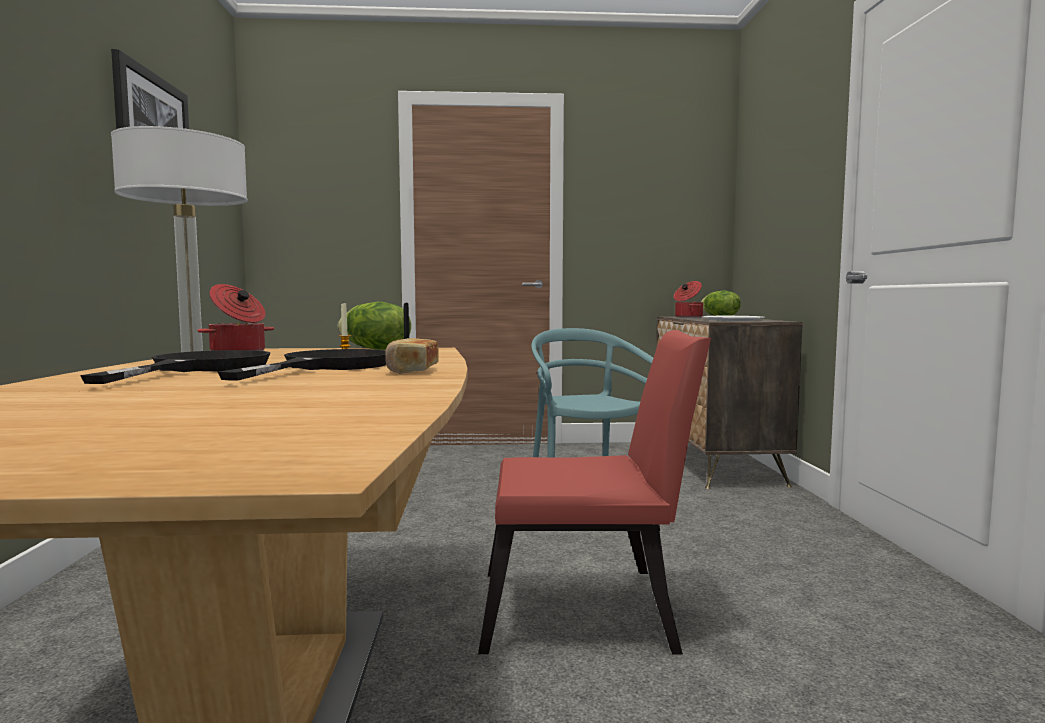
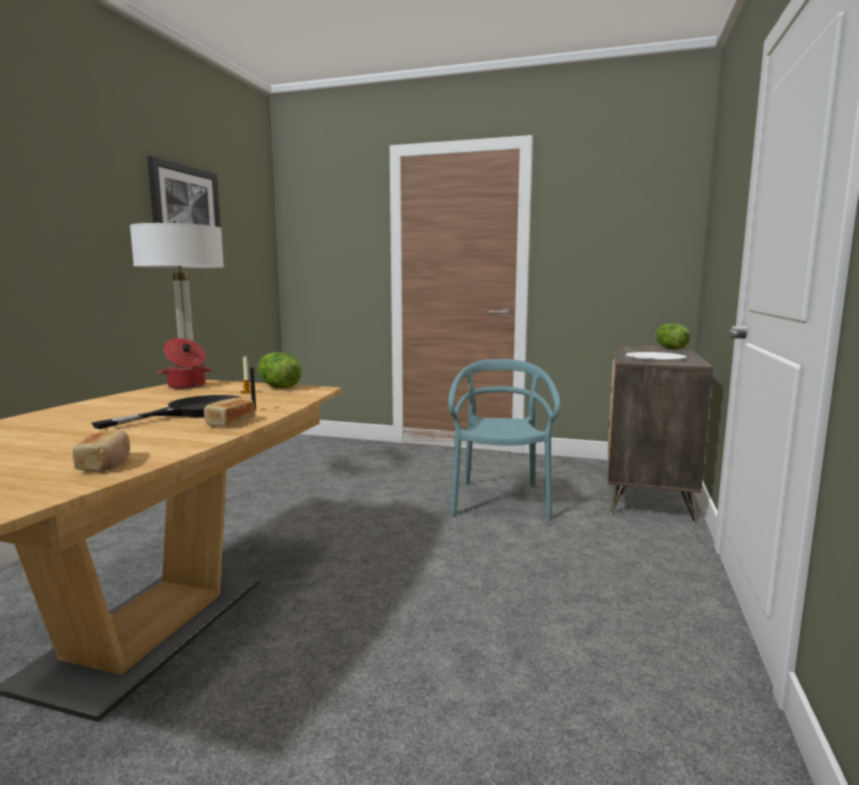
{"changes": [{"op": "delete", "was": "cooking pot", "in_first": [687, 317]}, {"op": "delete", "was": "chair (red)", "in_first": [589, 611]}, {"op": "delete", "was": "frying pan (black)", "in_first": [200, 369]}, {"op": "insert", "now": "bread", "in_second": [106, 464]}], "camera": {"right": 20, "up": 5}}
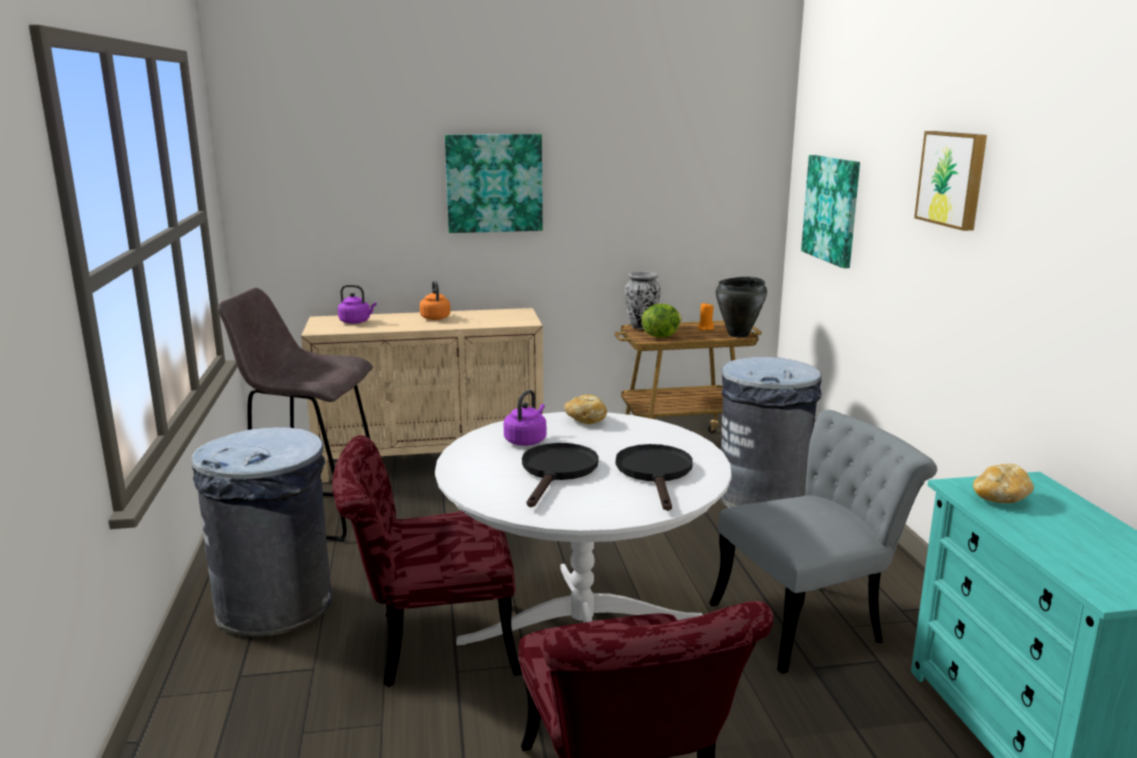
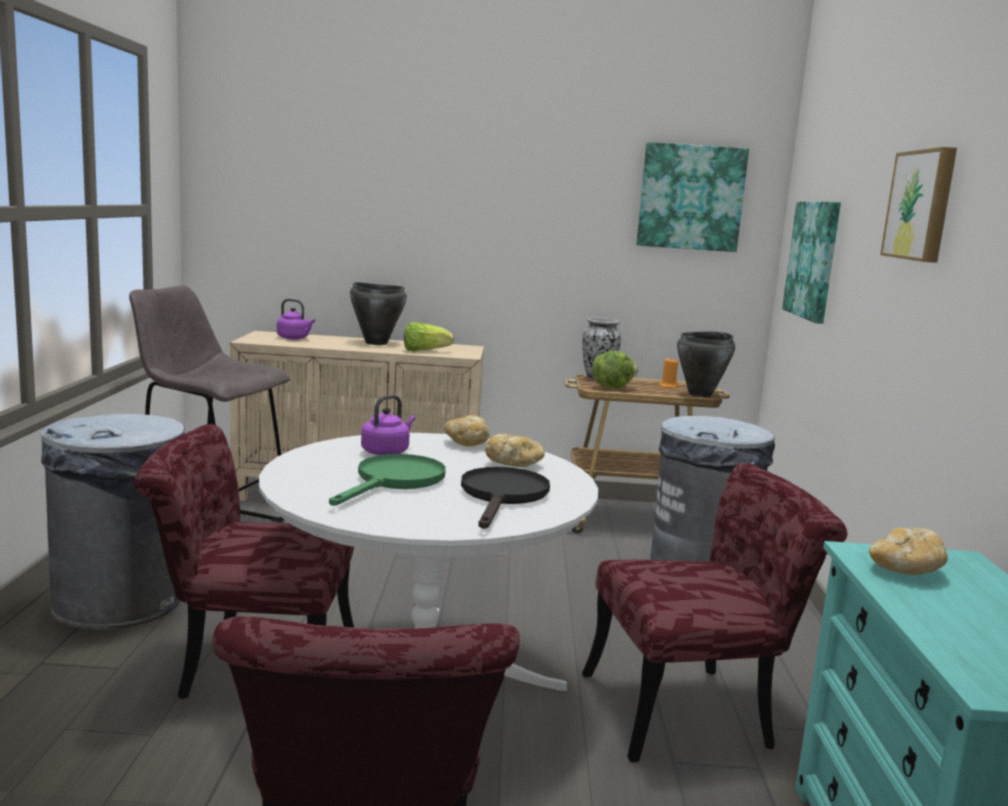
{"changes": [{"op": "move", "was": "picture", "in_first": [494, 183], "in_second": [691, 197]}, {"op": "replace", "was": "kettle (orange)", "now": "cooking pot (black)", "in_first": [435, 317], "in_second": [376, 343]}, {"op": "recolor", "was": "chair (grey)", "now": "chair (red)", "in_first": [810, 620], "in_second": [695, 710]}, {"op": "recolor", "was": "frying pan (black)", "now": "frying pan (green)", "in_first": [557, 472], "in_second": [394, 481]}, {"op": "insert", "now": "lettuce", "in_second": [424, 351]}, {"op": "insert", "now": "bread", "in_second": [514, 464]}], "camera": {"right": 10, "up": -5}}
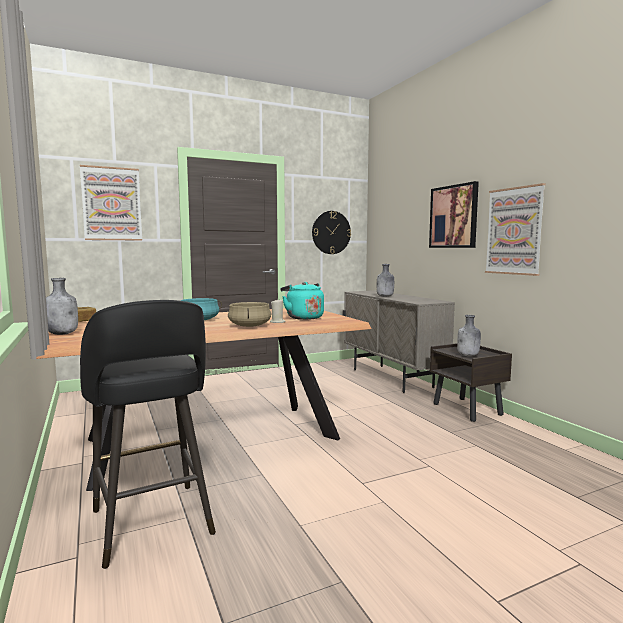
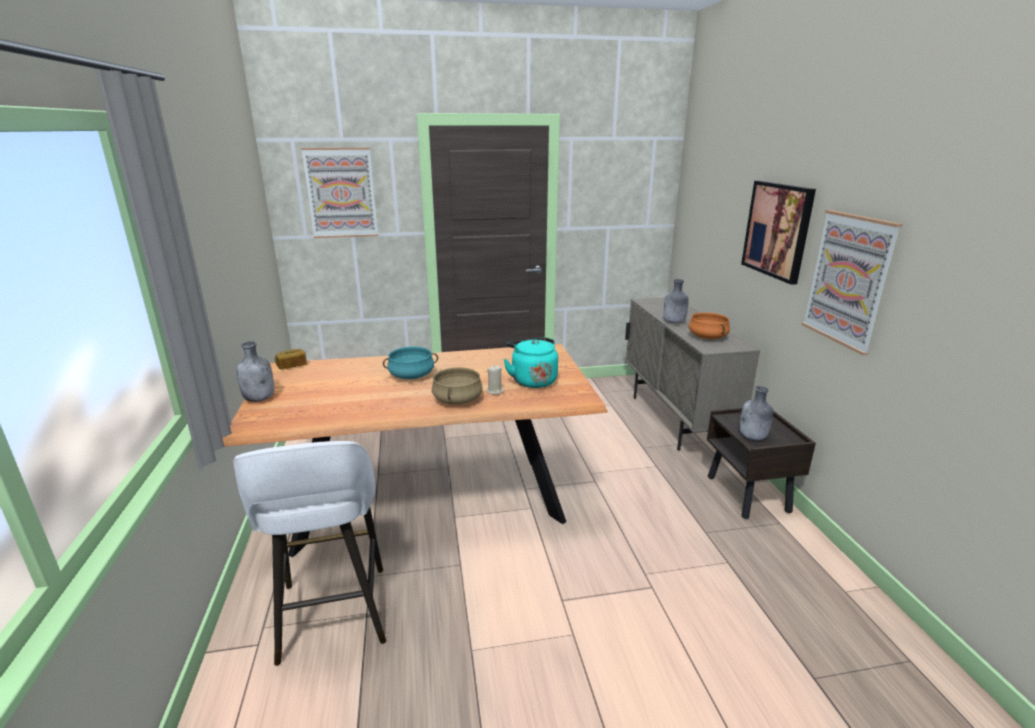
{"changes": [{"op": "delete", "was": "wall clock", "in_first": [331, 232]}, {"op": "recolor", "was": "stool (black)", "now": "stool (white)", "in_first": [152, 524], "in_second": [333, 616]}, {"op": "insert", "now": "cooking pot (orange)", "in_second": [707, 337]}], "camera": {"right": 15, "up": 15}}
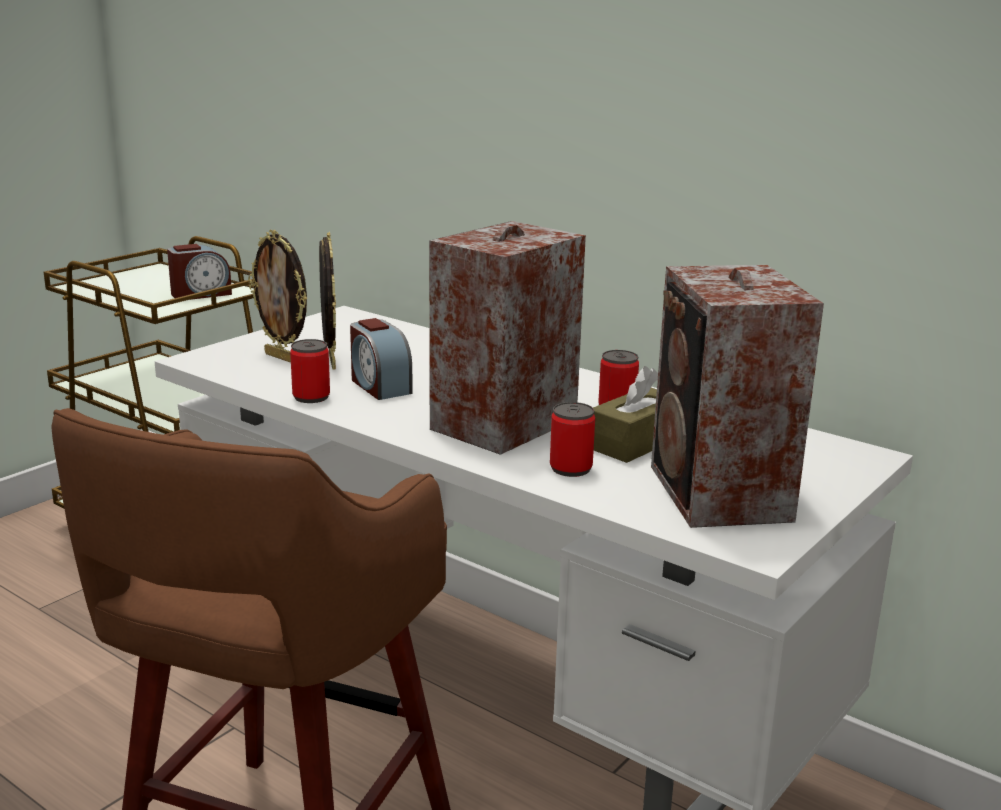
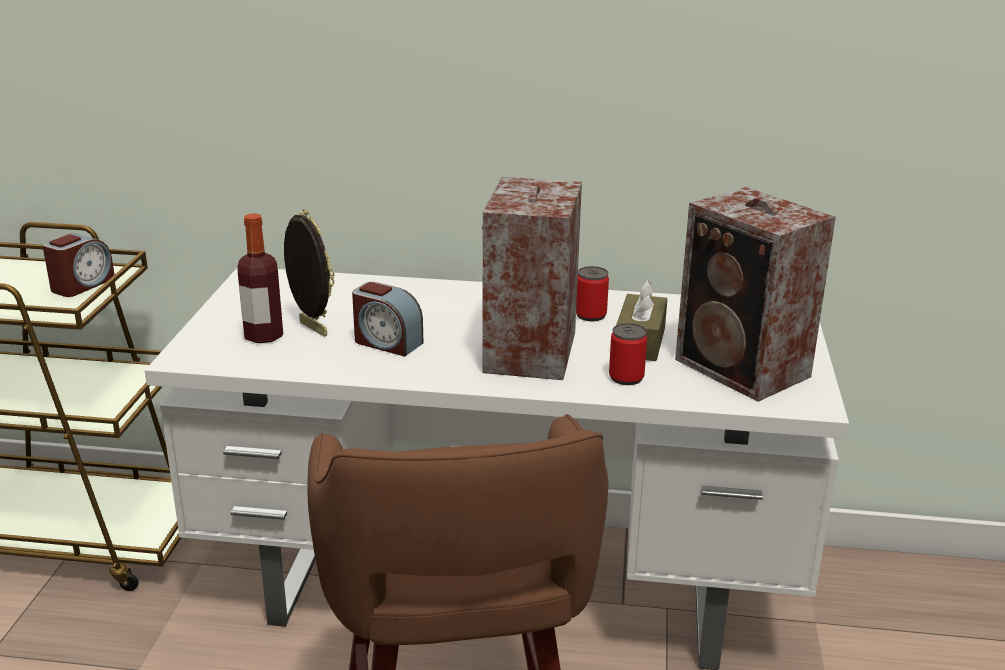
{"changes": [{"op": "replace", "was": "picture frame", "now": "bottle", "in_first": [283, 358], "in_second": [263, 336]}, {"op": "delete", "was": "can", "in_first": [311, 397]}], "camera": {"right": -30, "up": 5}}
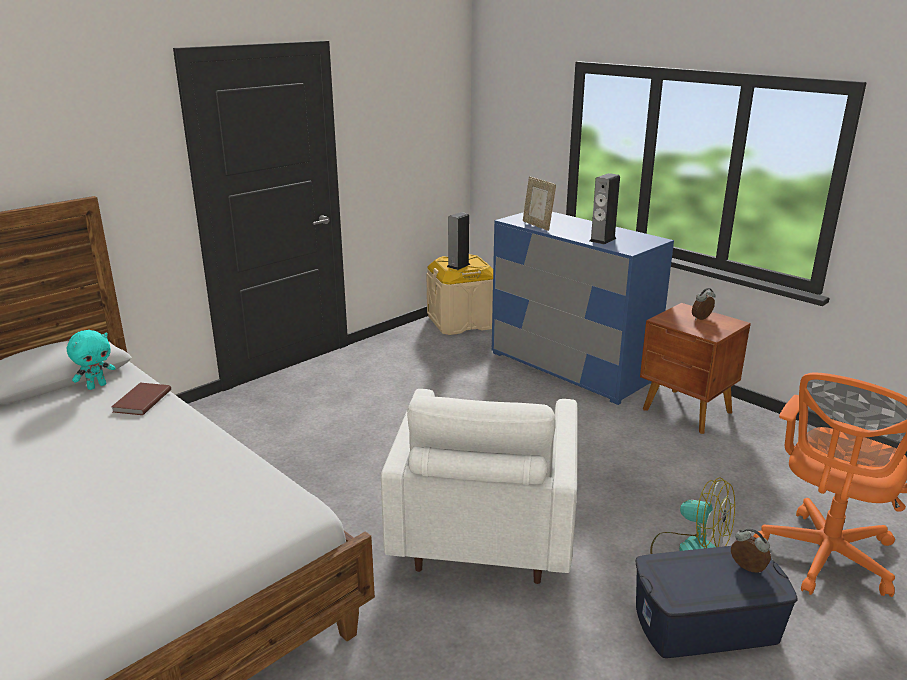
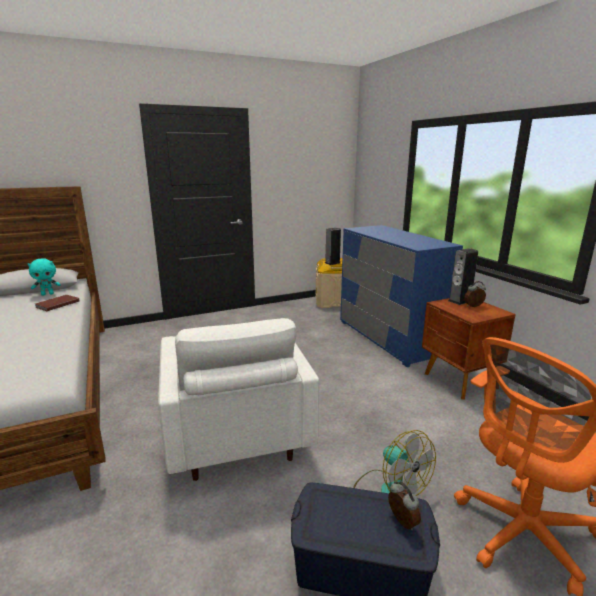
{"changes": [{"op": "move", "was": "speaker", "in_first": [602, 240], "in_second": [460, 301]}, {"op": "delete", "was": "picture frame", "in_first": [537, 225]}, {"op": "rotate", "was": "armchair (white)", "in_first": [482, 536], "in_second": [236, 438], "clockwise": -45}], "camera": {"right": 20, "up": -5}}
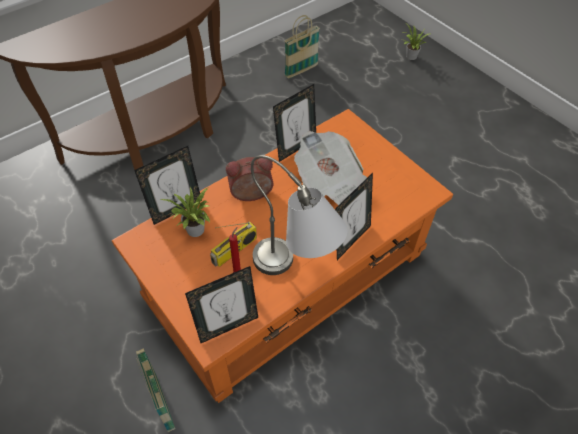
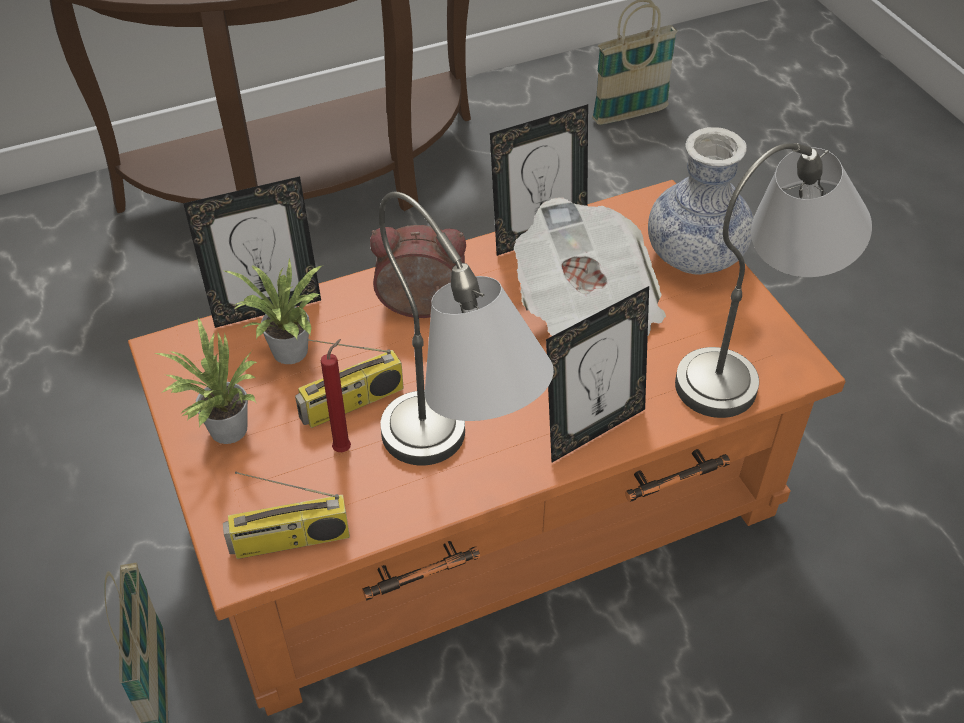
{"changes": [{"op": "move", "was": "potted plant", "in_first": [410, 57], "in_second": [223, 431]}, {"op": "replace", "was": "picture frame", "now": "radio", "in_first": [227, 326], "in_second": [289, 541]}, {"op": "insert", "now": "vase", "in_second": [694, 256]}, {"op": "insert", "now": "table lamp (grey)", "in_second": [755, 360]}], "camera": {"right": 15, "up": -5}}
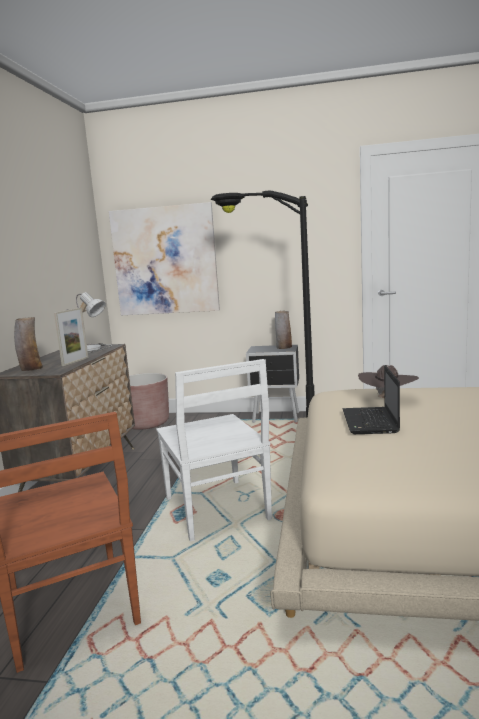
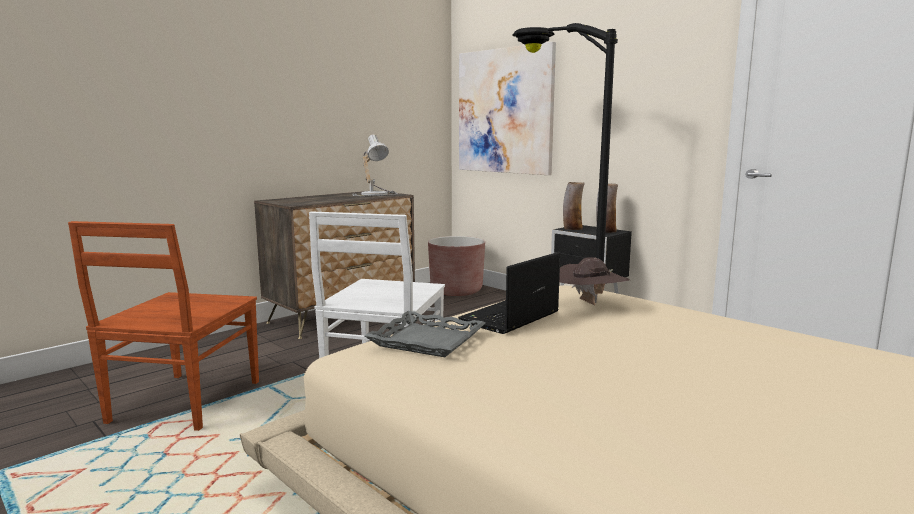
{"changes": [{"op": "delete", "was": "picture frame", "in_first": [75, 361]}, {"op": "move", "was": "vase", "in_first": [31, 369], "in_second": [572, 228]}, {"op": "insert", "now": "tray (grey)", "in_second": [426, 341]}], "camera": {"right": 35, "up": 0}}
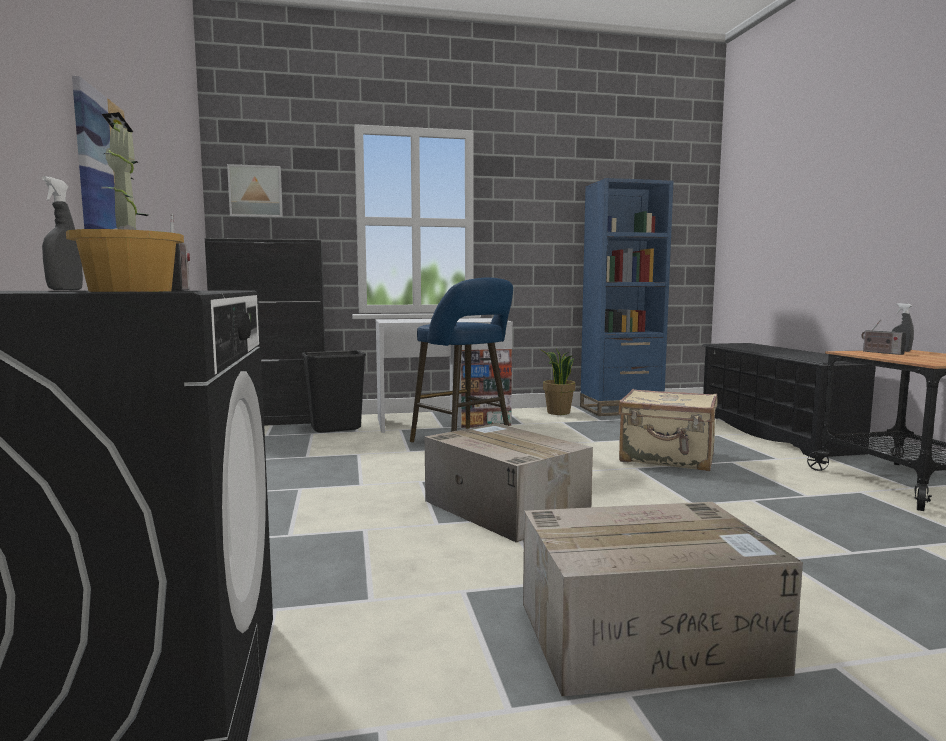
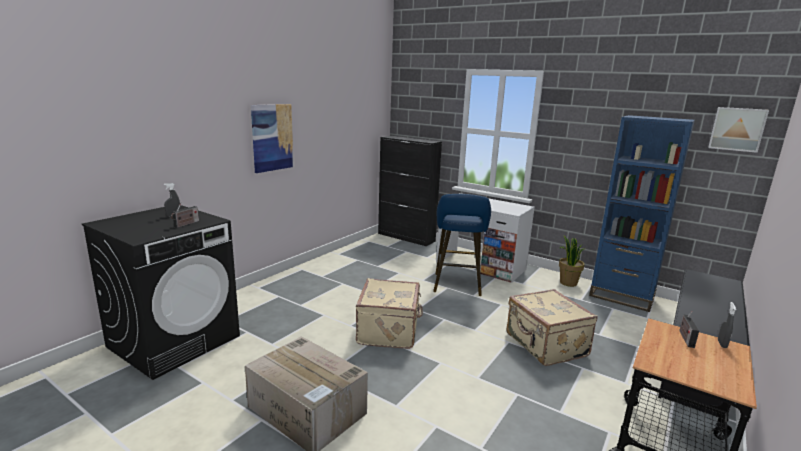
{"changes": [{"op": "delete", "was": "potted plant", "in_first": [129, 291]}, {"op": "move", "was": "picture", "in_first": [255, 191], "in_second": [737, 129]}, {"op": "delete", "was": "trash can (black)", "in_first": [336, 428]}, {"op": "replace", "was": "cardboard box", "now": "suitcase (beige)", "in_first": [503, 507], "in_second": [389, 331]}], "camera": {"right": 45, "up": 10}}
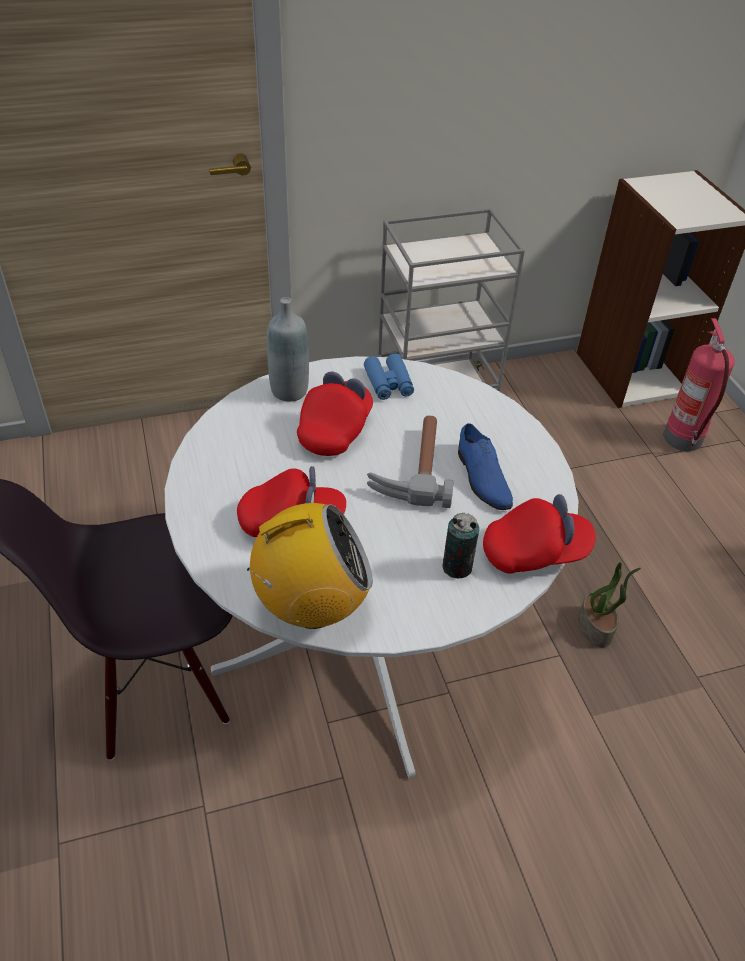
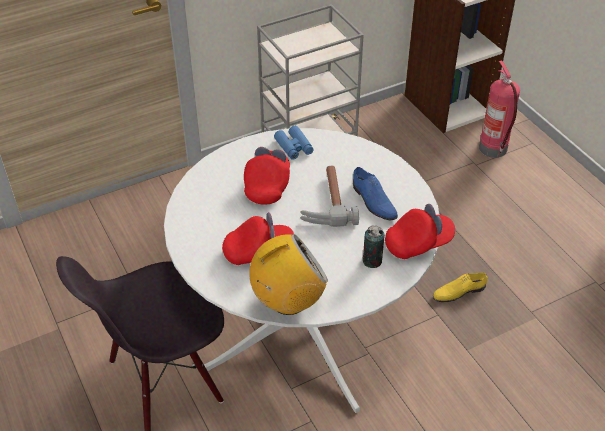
{"changes": [{"op": "delete", "was": "bottle (grey)", "in_first": [289, 391]}, {"op": "replace", "was": "potted plant", "now": "shoe (yellow)", "in_first": [596, 627], "in_second": [458, 291]}], "camera": {"right": -10, "up": 0}}
